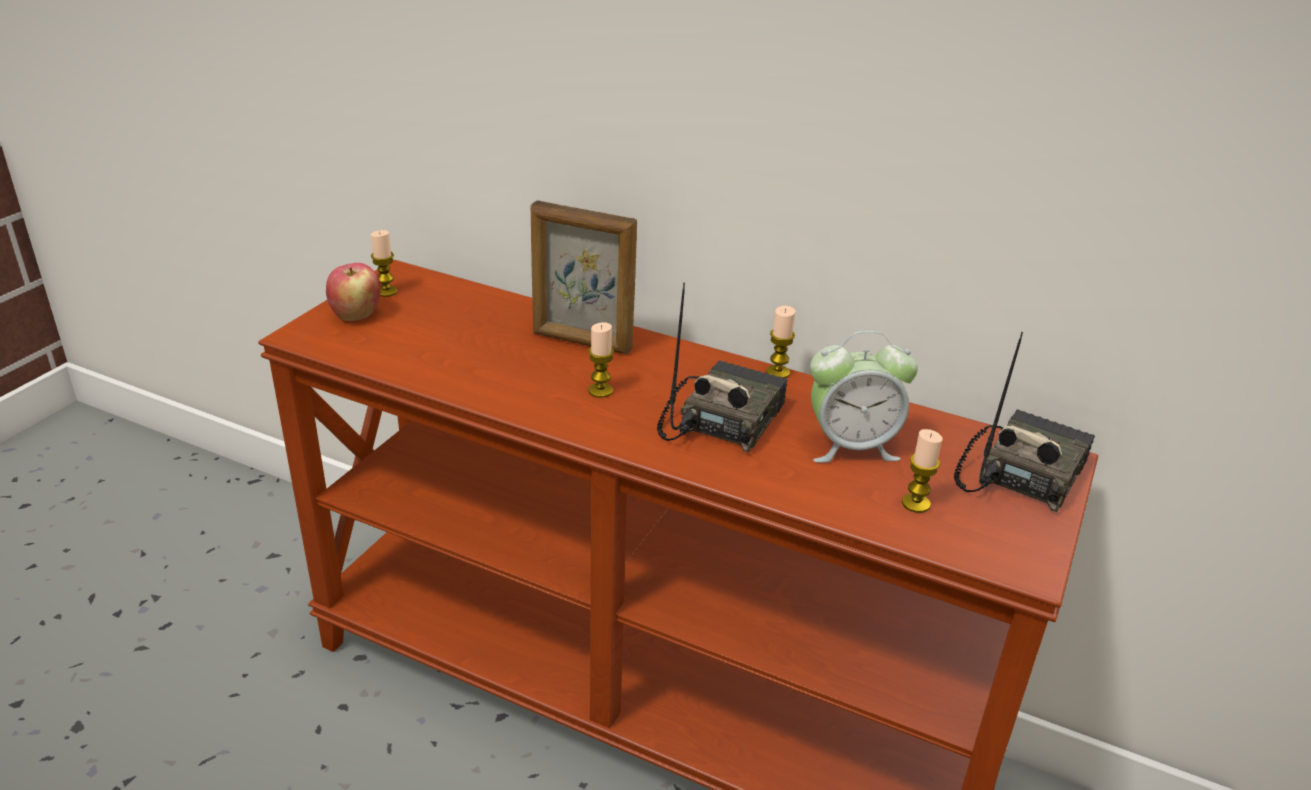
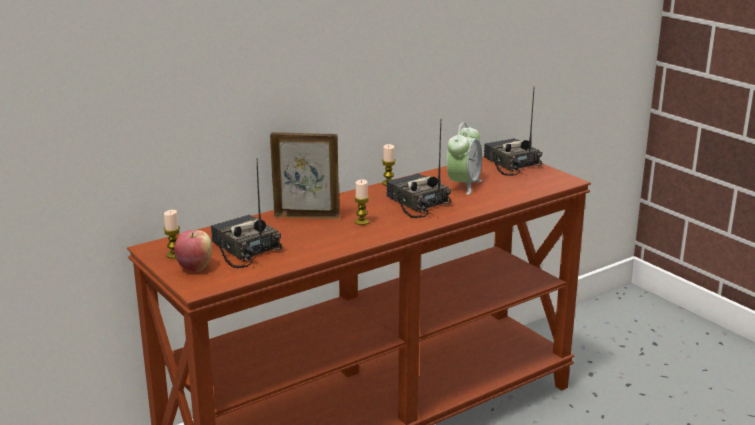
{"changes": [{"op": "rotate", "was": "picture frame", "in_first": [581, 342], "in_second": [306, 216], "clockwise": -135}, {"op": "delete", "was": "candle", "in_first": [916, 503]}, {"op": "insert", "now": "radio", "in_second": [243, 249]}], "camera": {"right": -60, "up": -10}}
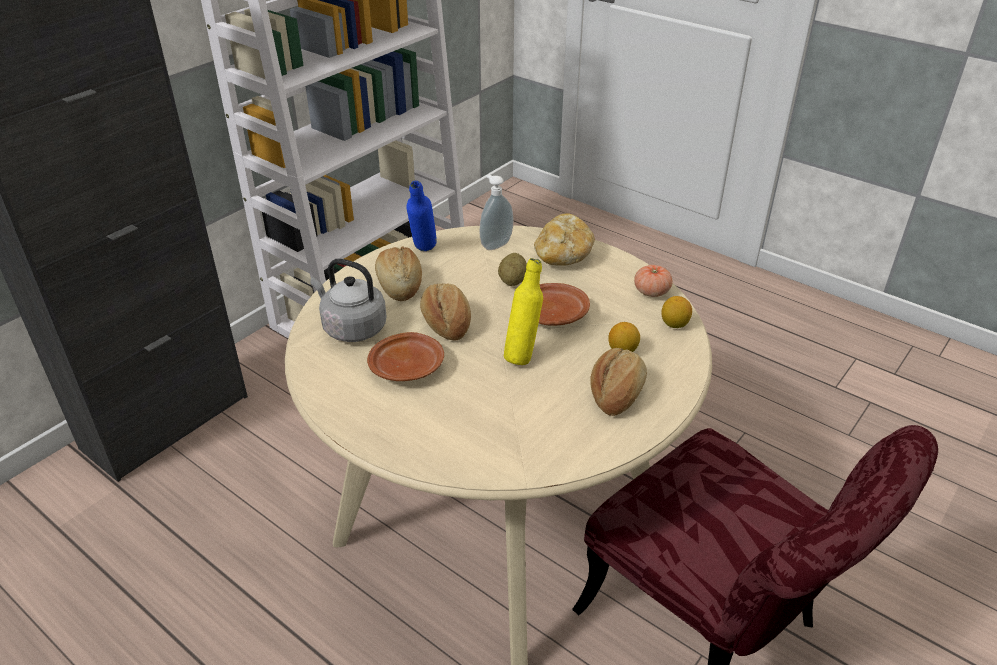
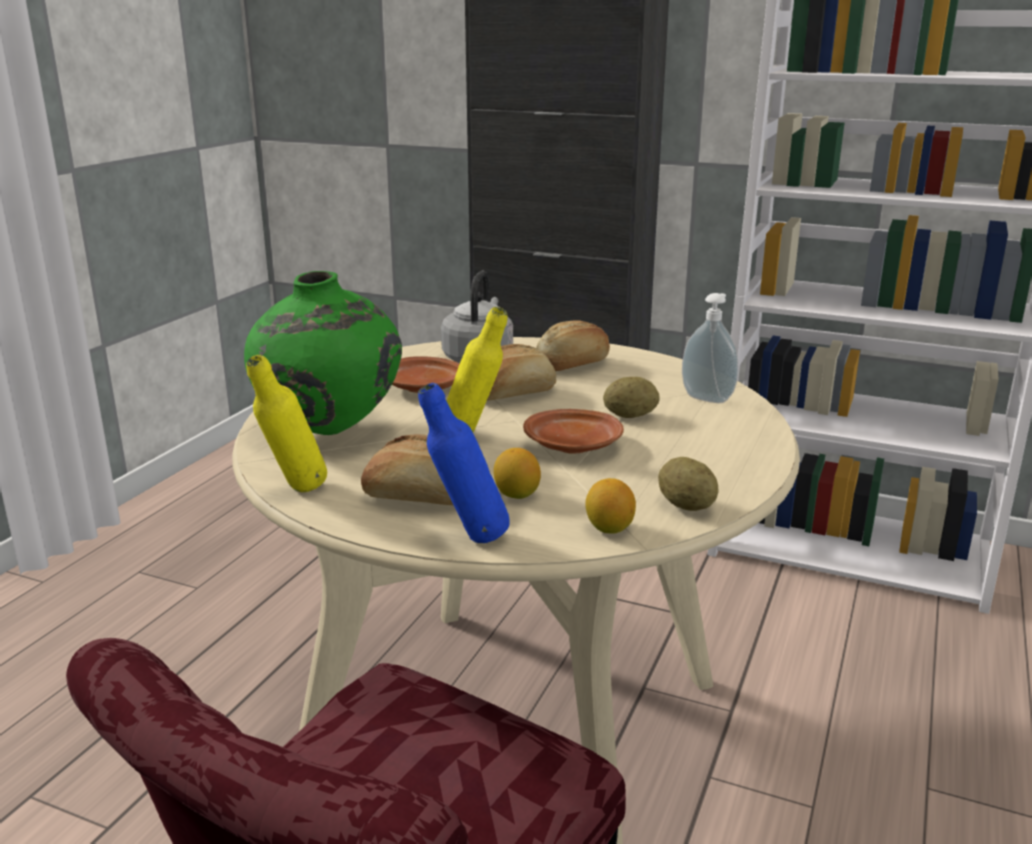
{"changes": [{"op": "move", "was": "bottle (blue)", "in_first": [423, 253], "in_second": [467, 540]}, {"op": "delete", "was": "bread", "in_first": [563, 256]}, {"op": "replace", "was": "tomato", "now": "potato", "in_first": [651, 291], "in_second": [686, 506]}, {"op": "insert", "now": "vase (green)", "in_second": [331, 433]}, {"op": "insert", "now": "bottle (yellow)", "in_second": [294, 494]}], "camera": {"right": 75, "up": -15}}
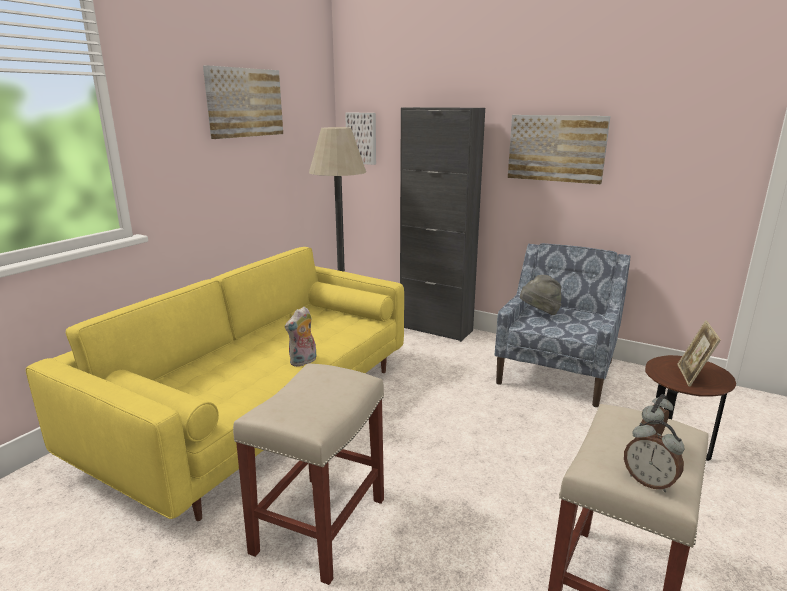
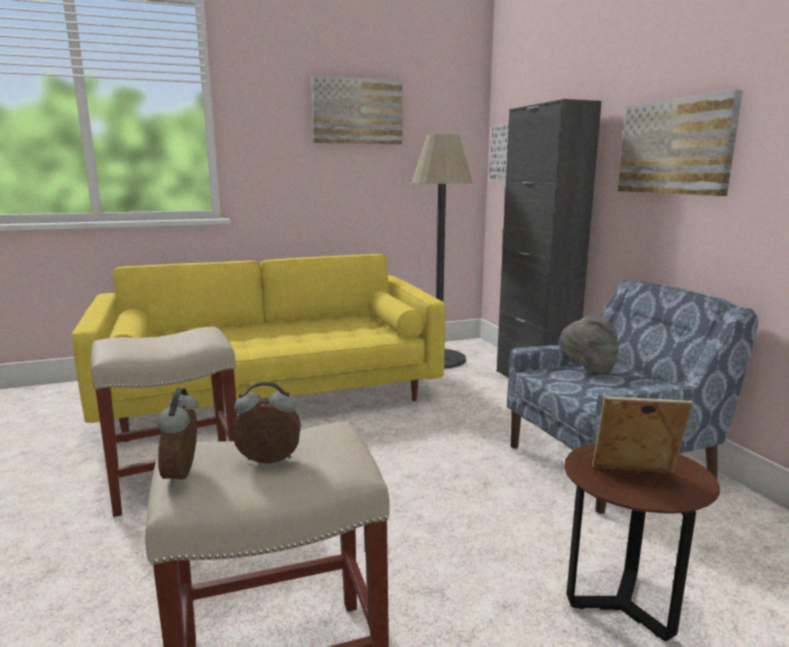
{"changes": [{"op": "delete", "was": "plush toy", "in_first": [303, 362]}, {"op": "rotate", "was": "picture frame", "in_first": [692, 376], "in_second": [634, 476], "clockwise": 45}], "camera": {"right": 40, "up": -5}}
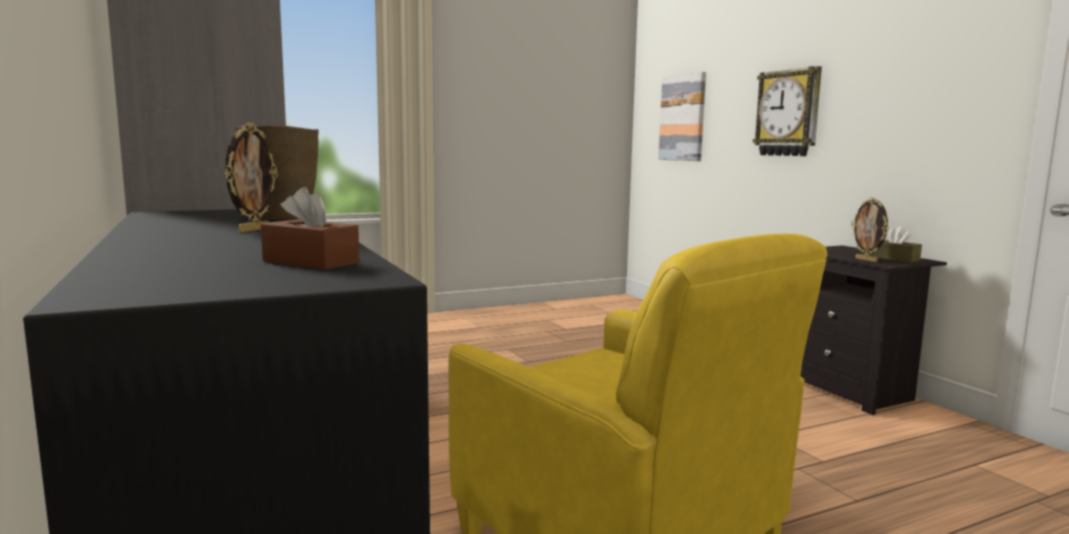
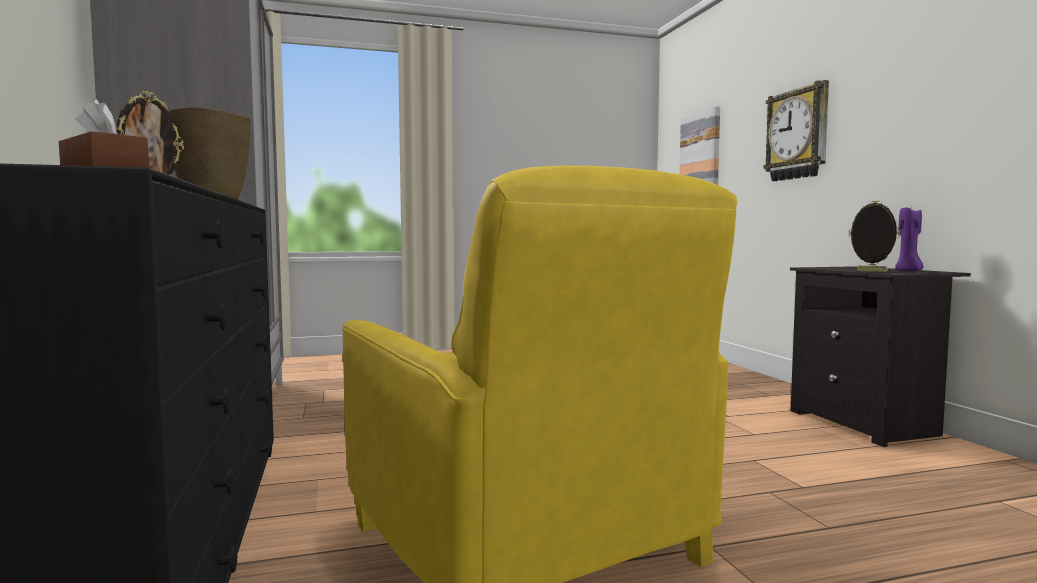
{"changes": [{"op": "rotate", "was": "picture frame", "in_first": [866, 260], "in_second": [871, 271], "clockwise": 150}, {"op": "replace", "was": "tissue box (brown)", "now": "candle (purple)", "in_first": [895, 259], "in_second": [908, 271]}], "camera": {"right": 10, "up": -5}}
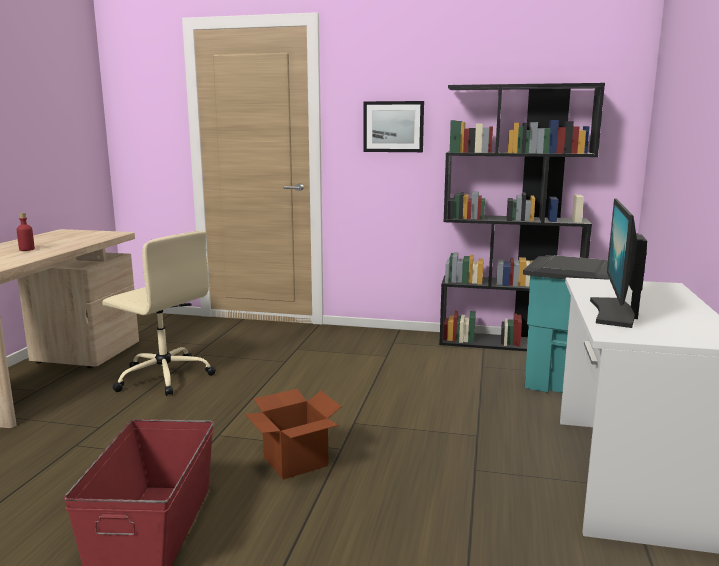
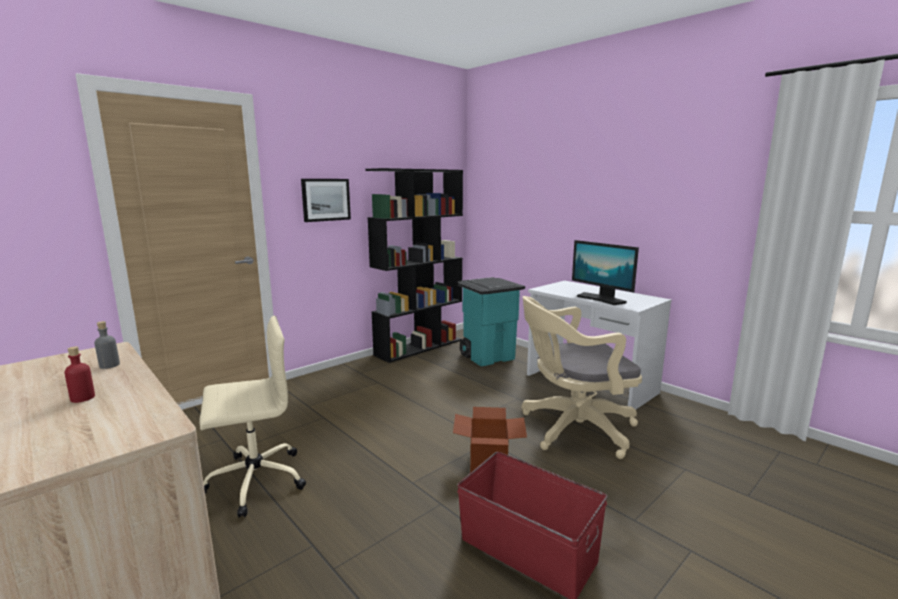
{"changes": [{"op": "insert", "now": "office chair (beige)", "in_second": [572, 429]}, {"op": "insert", "now": "bottle (grey)", "in_second": [109, 365]}], "camera": {"right": -55, "up": 0}}
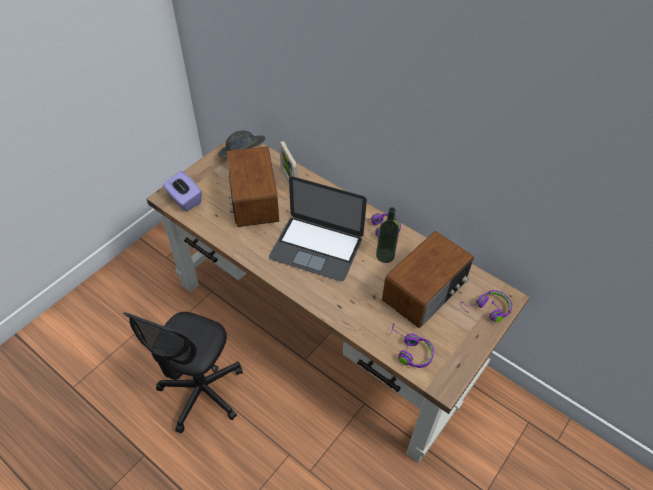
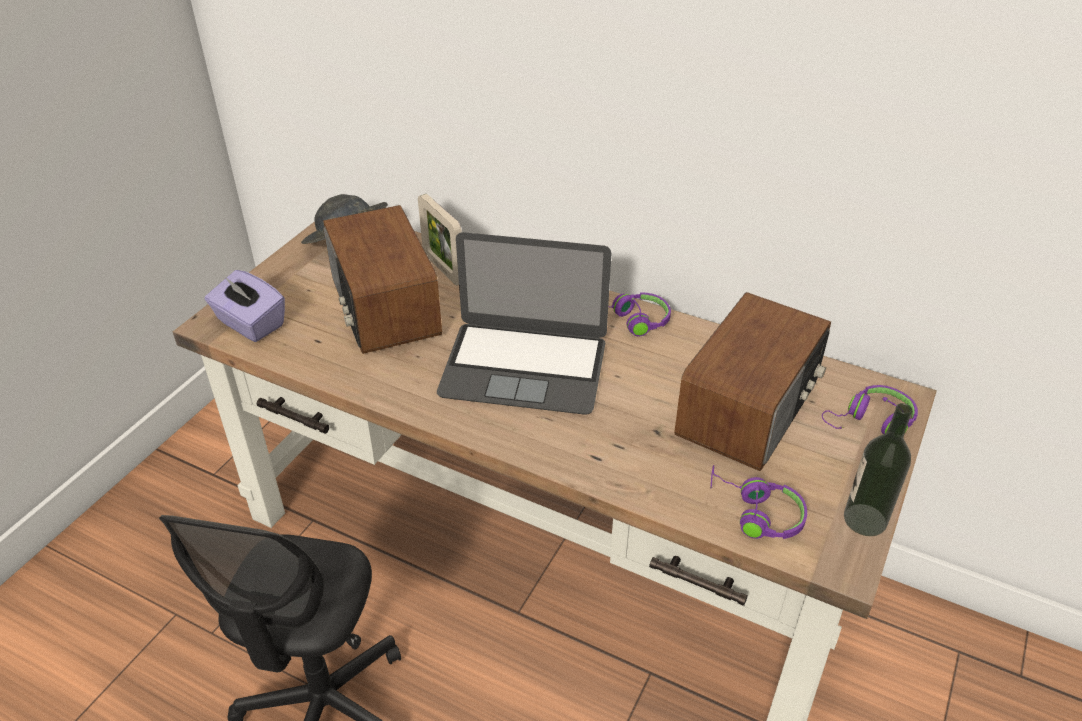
{"changes": [{"op": "move", "was": "bottle", "in_first": [385, 255], "in_second": [864, 520]}], "camera": {"right": -10, "up": -10}}
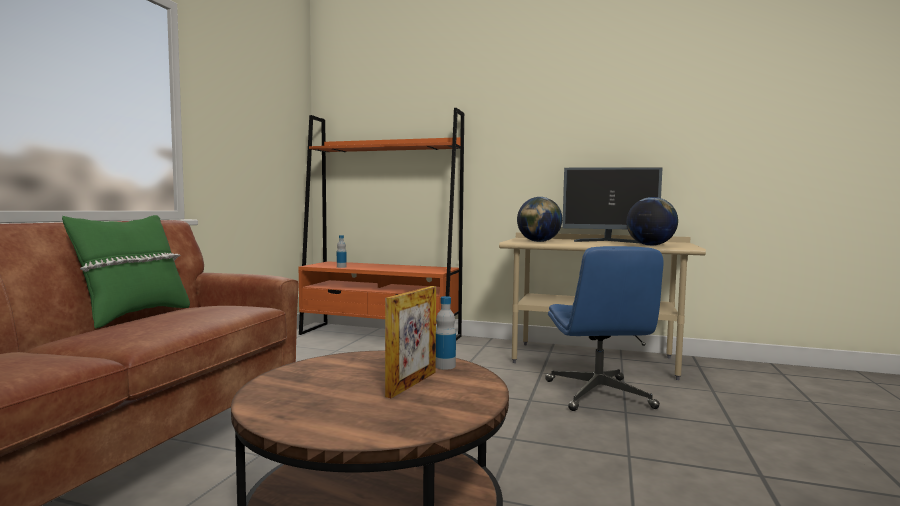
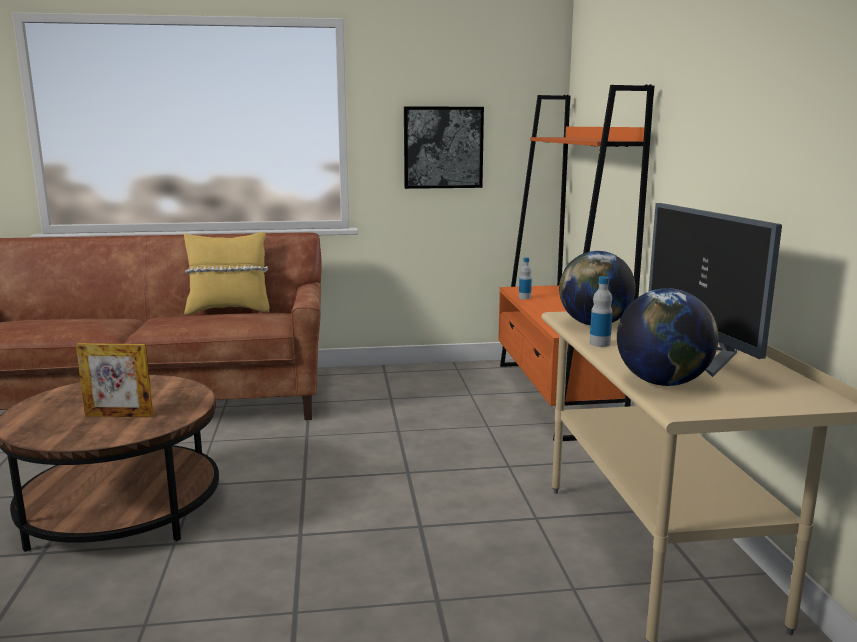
{"changes": [{"op": "recolor", "was": "pillow (green)", "now": "pillow (yellow)", "in_first": [134, 316], "in_second": [229, 310]}, {"op": "delete", "was": "office chair (blue)", "in_first": [599, 395]}, {"op": "move", "was": "bottle", "in_first": [445, 366], "in_second": [599, 343]}, {"op": "insert", "now": "picture", "in_second": [443, 147]}], "camera": {"right": 65, "up": 10}}
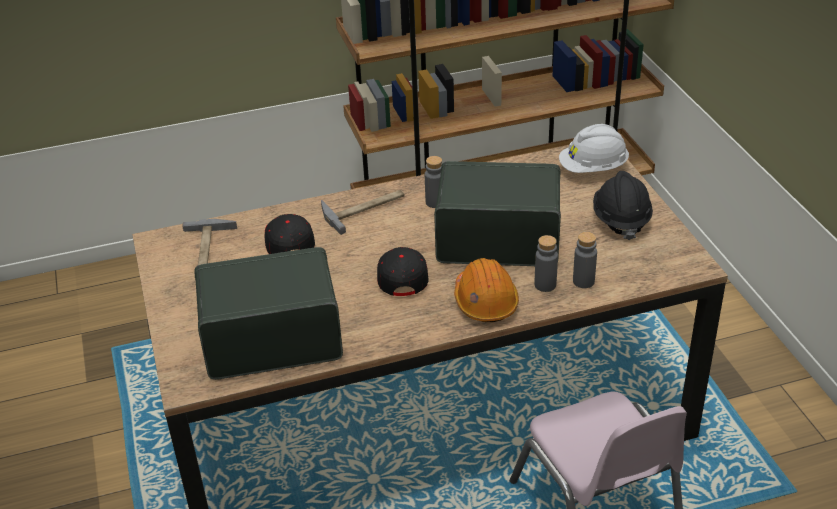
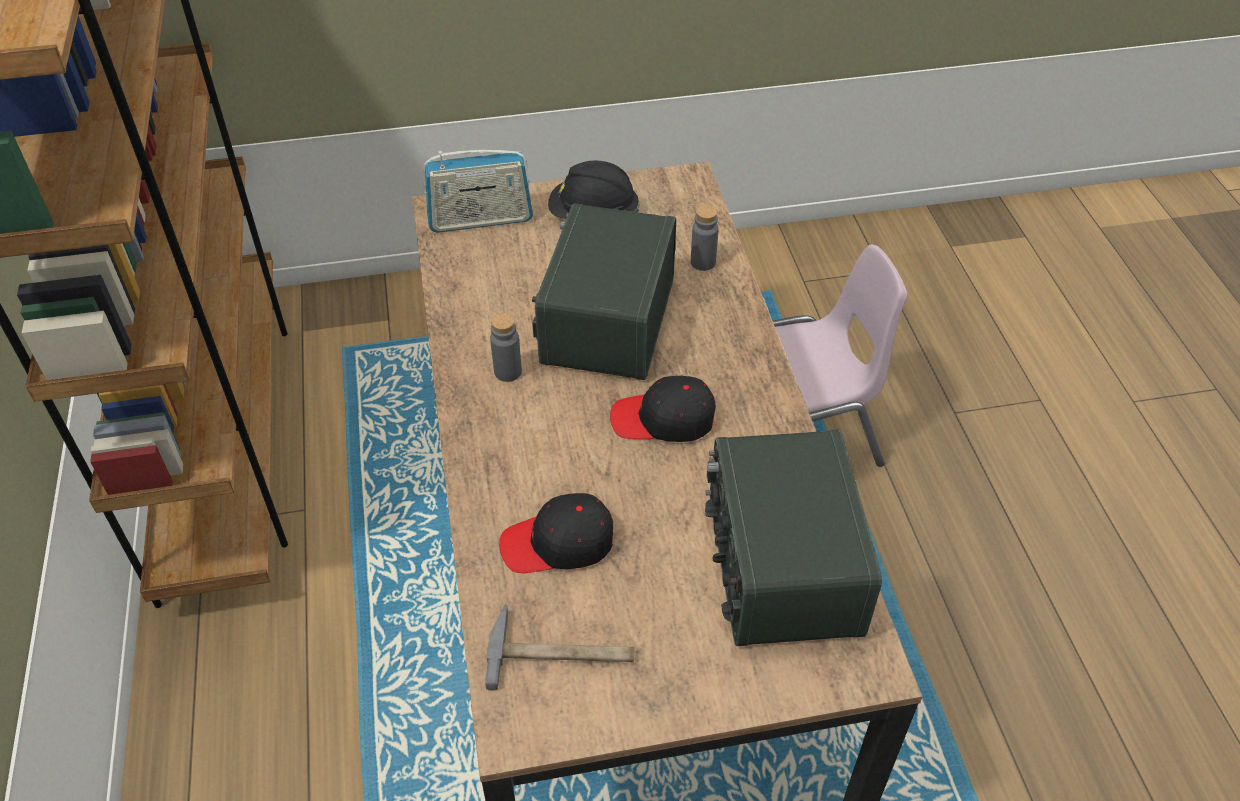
{"changes": [{"op": "replace", "was": "hard hat (white)", "now": "radio", "in_first": [593, 169], "in_second": [480, 220]}, {"op": "delete", "was": "hammer", "in_first": [364, 208]}, {"op": "delete", "was": "bottle (grey)", "in_first": [545, 285]}, {"op": "delete", "was": "hard hat (orange)", "in_first": [485, 301]}], "camera": {"right": -85, "up": 10}}
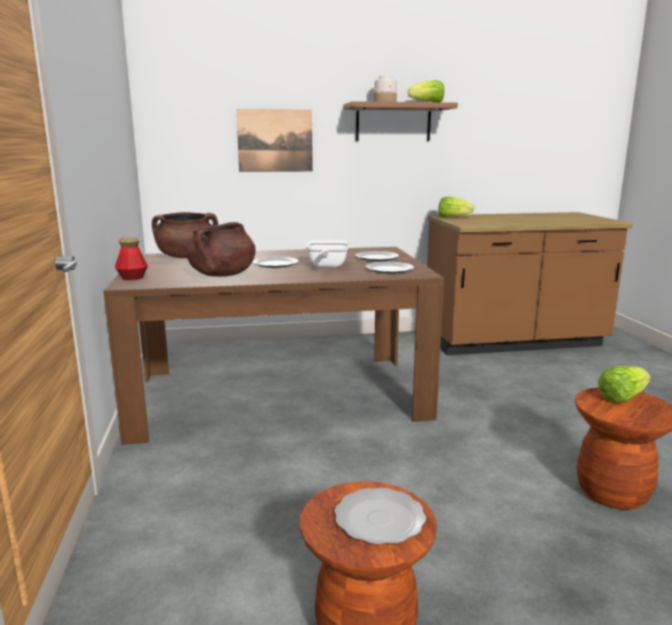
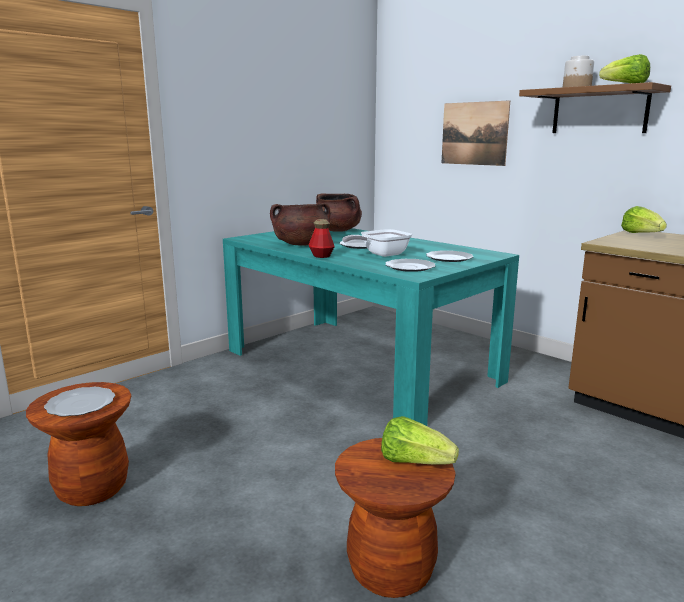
{"changes": [{"op": "move", "was": "bottle", "in_first": [132, 278], "in_second": [321, 256]}, {"op": "recolor", "was": "dining table (brown)", "now": "dining table (turquoise)", "in_first": [279, 395], "in_second": [358, 365]}], "camera": {"right": 55, "up": 0}}
